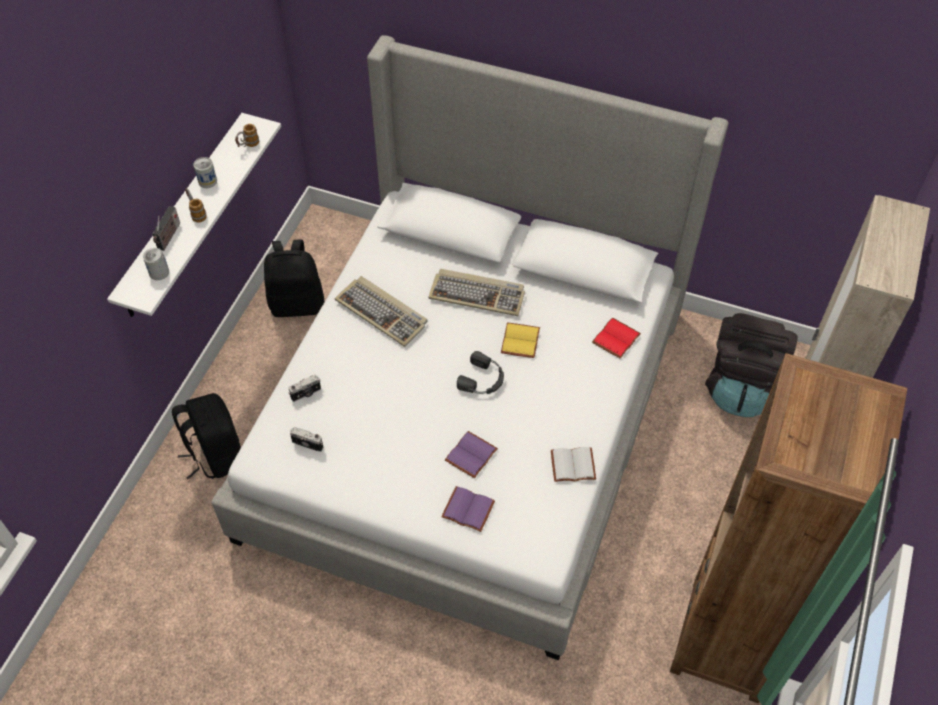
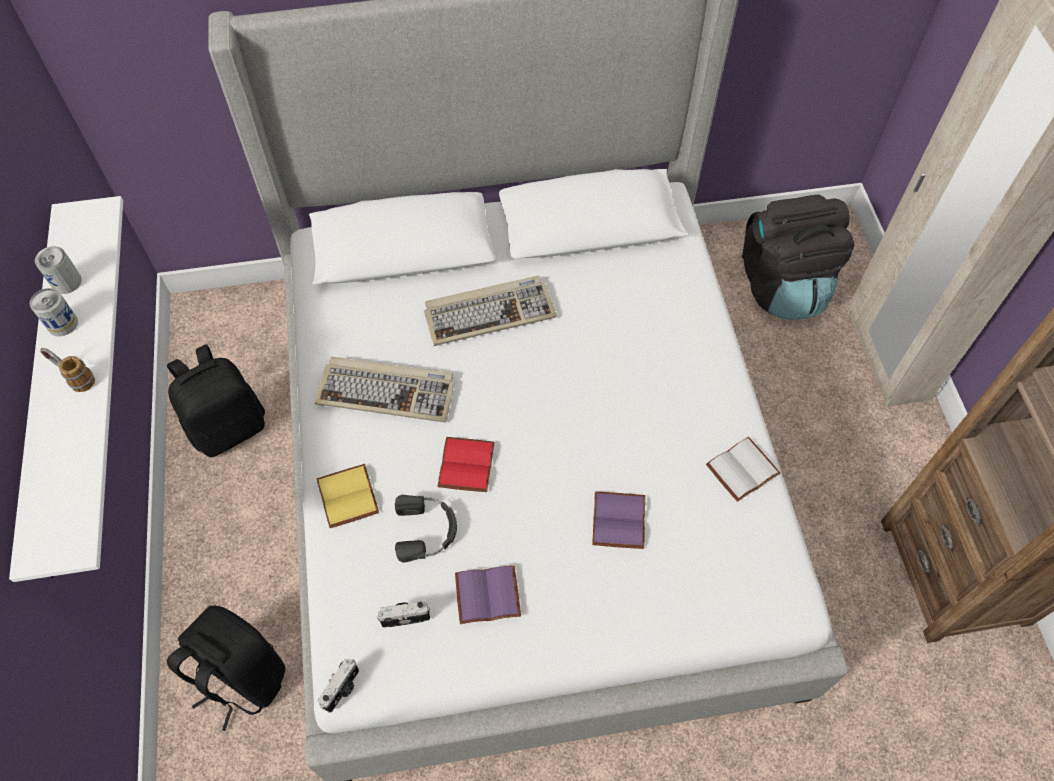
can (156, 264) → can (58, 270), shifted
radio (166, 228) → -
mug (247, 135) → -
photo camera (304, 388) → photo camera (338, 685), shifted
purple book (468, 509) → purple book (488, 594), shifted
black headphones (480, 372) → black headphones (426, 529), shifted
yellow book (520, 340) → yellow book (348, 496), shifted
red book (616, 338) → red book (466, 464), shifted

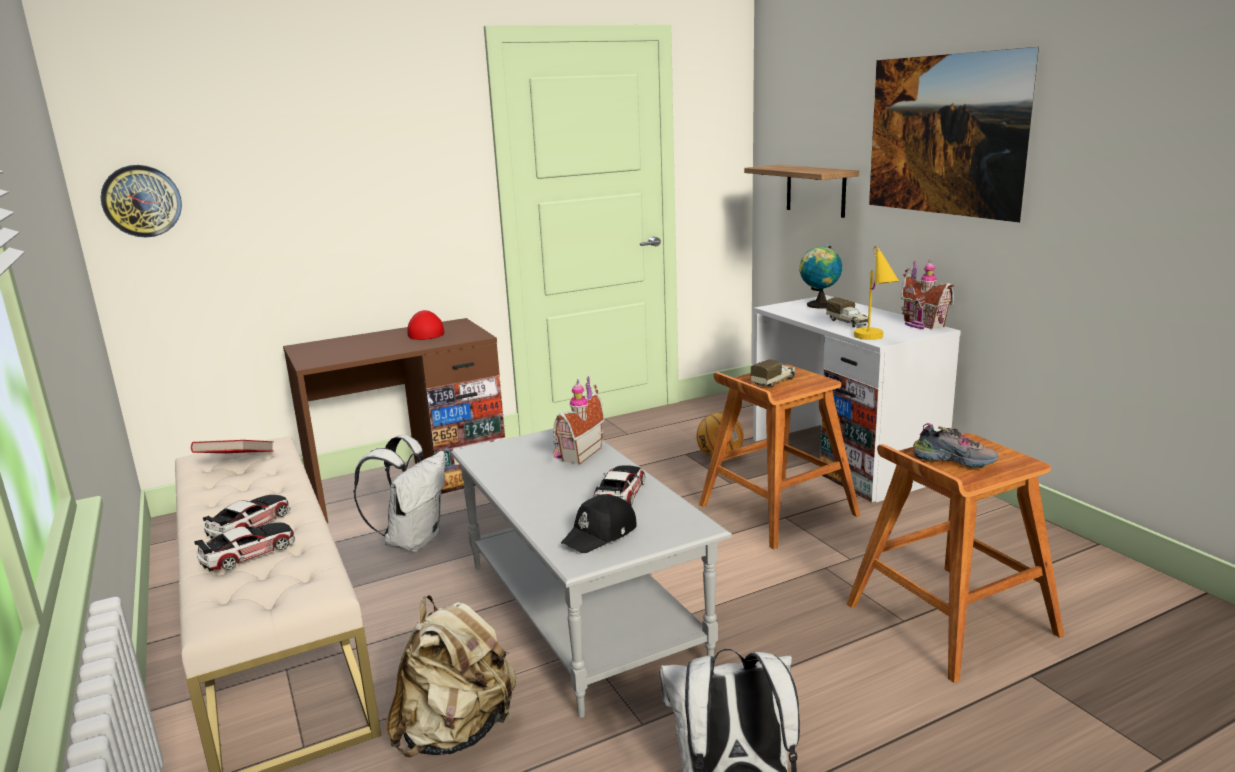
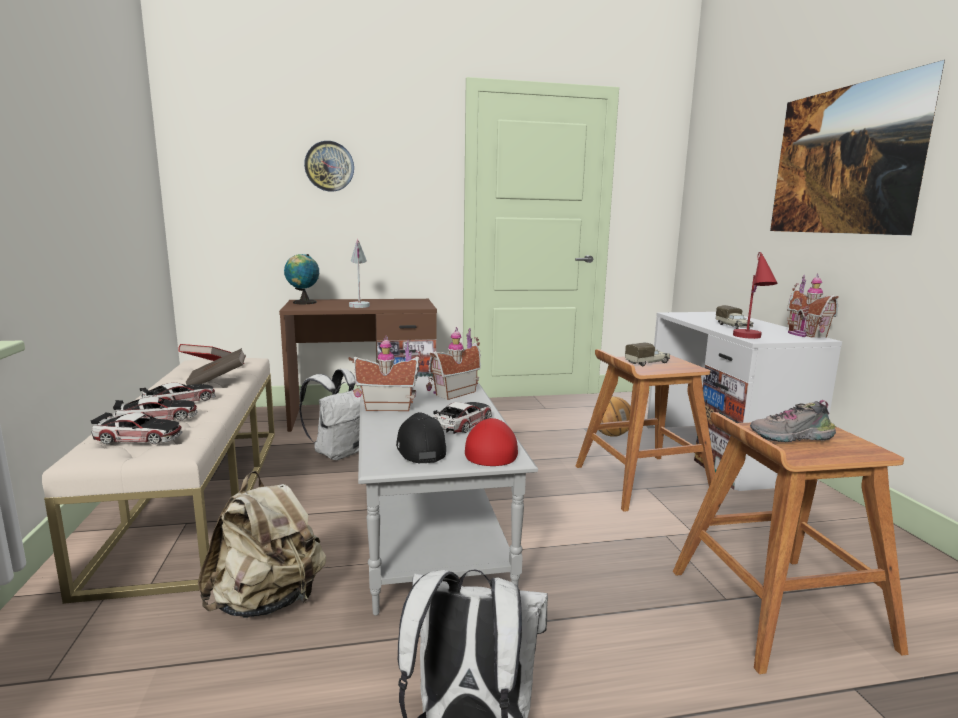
wall clock (141, 201) → wall clock (329, 166), shifted
red cap (425, 325) → red cap (491, 442), shifted
black cap (598, 523) → black cap (421, 437), 105 degrees clockwise
shelf (801, 191) → -
globe (821, 277) → globe (301, 279), shifted
yellow table lamp (876, 293) → red table lamp (755, 295)
shoe (955, 445) → shoe (793, 421), 135 degrees clockwise
- → toy car (136, 428)
- → brown book (216, 366)
- → white table lamp (359, 273)
- → toy house (386, 373)

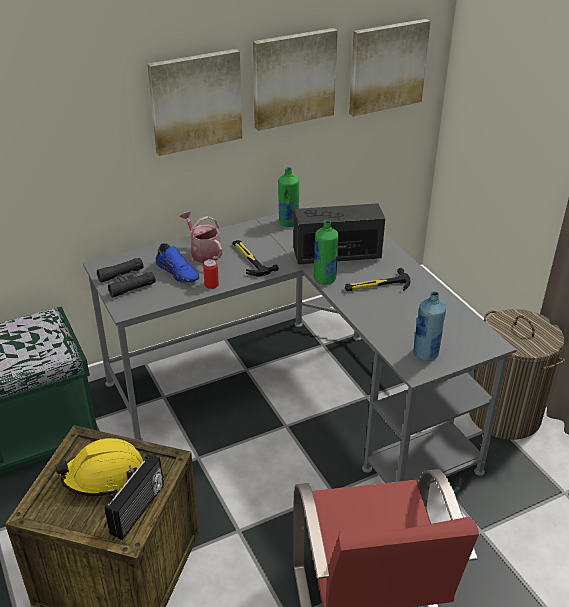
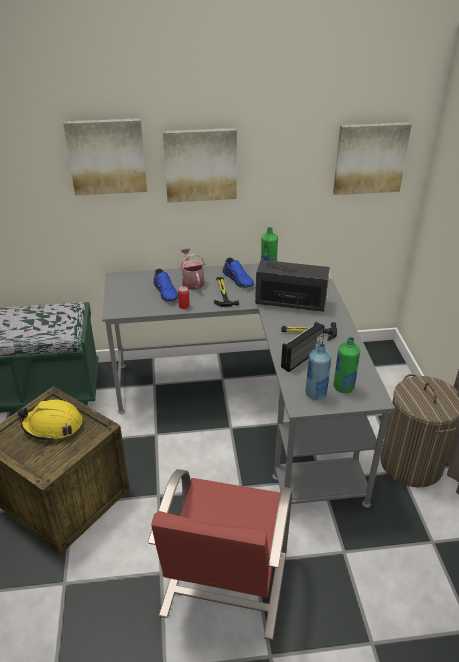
black binoculars (126, 278) → -
radio (134, 497) → radio (303, 347), shifted
picture (295, 79) → picture (105, 157), shifted
green bottle (326, 252) → green bottle (346, 365), shifted
- → blue shoe (238, 272)

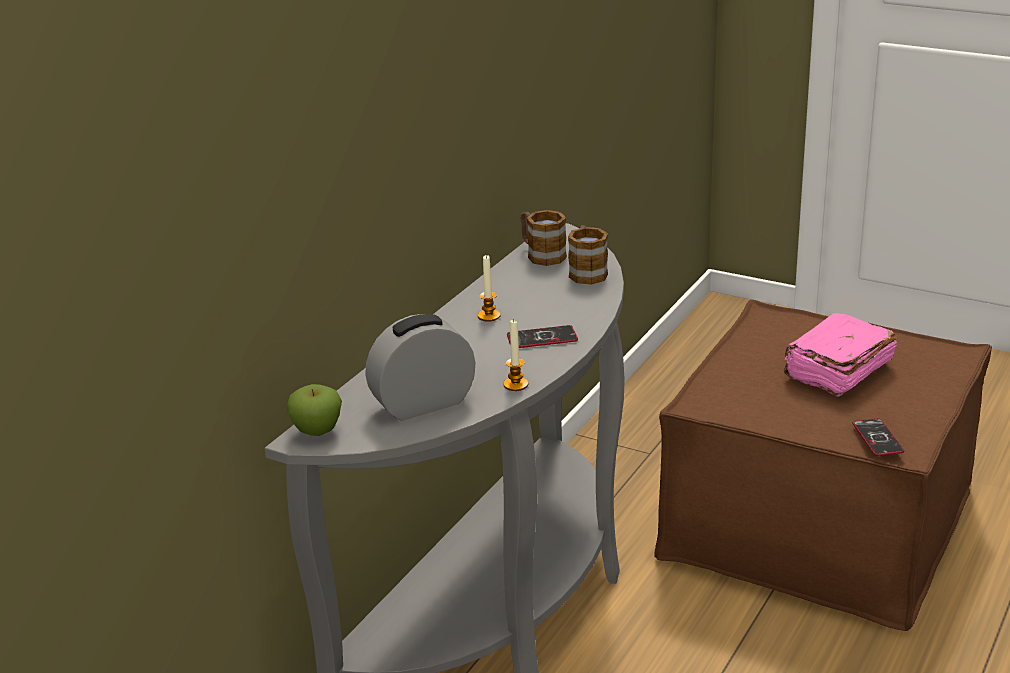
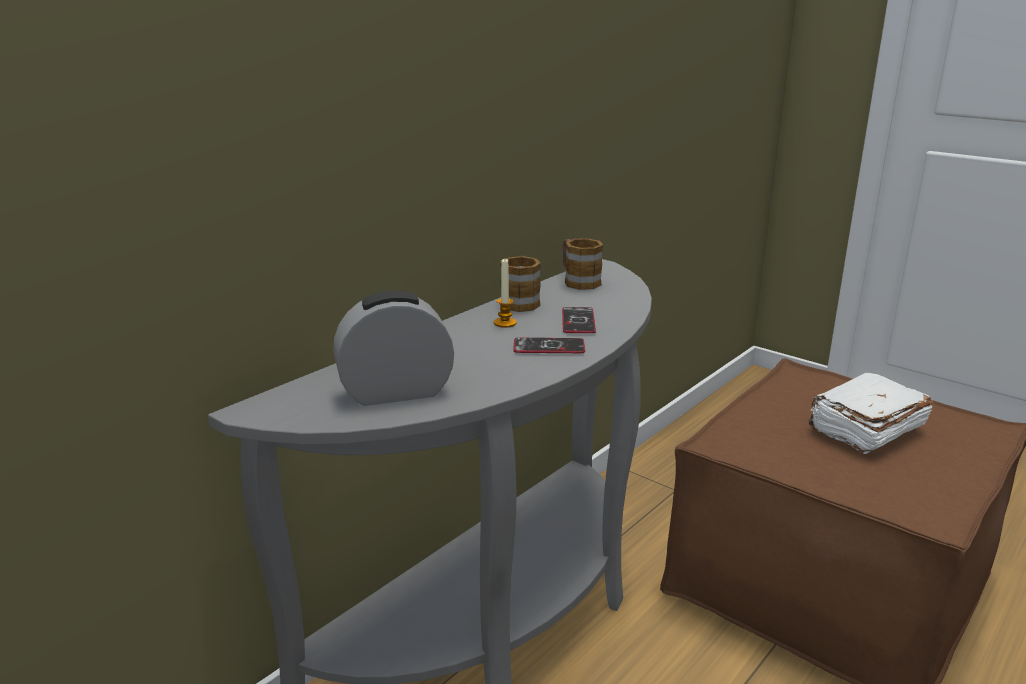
apple (314, 410) → -
candle (515, 355) → -
mug (588, 254) → mug (520, 284), shifted
pink book (840, 355) → white book (870, 413)
phone (878, 437) → phone (579, 320), shifted

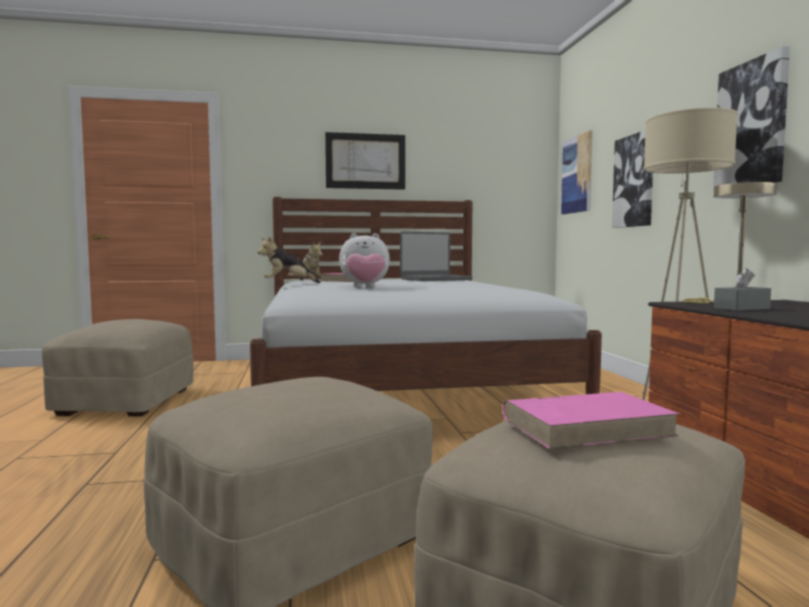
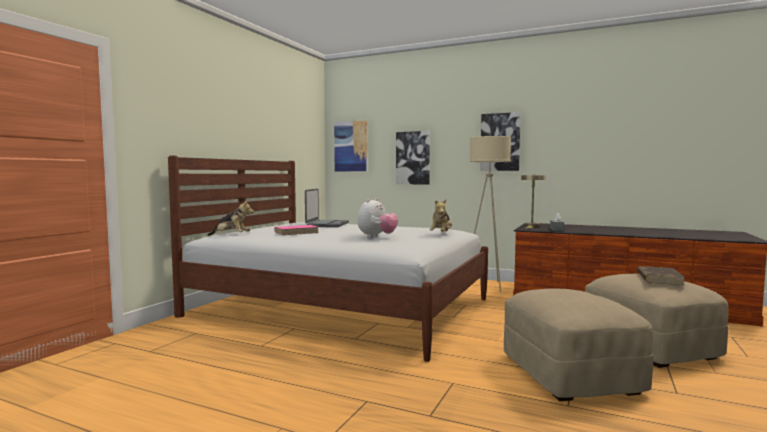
beige ottoman (118, 367) → -
plush toy (289, 259) → plush toy (441, 216), shifted
picture (365, 161) → -
pink book (591, 420) → brown book (661, 275)

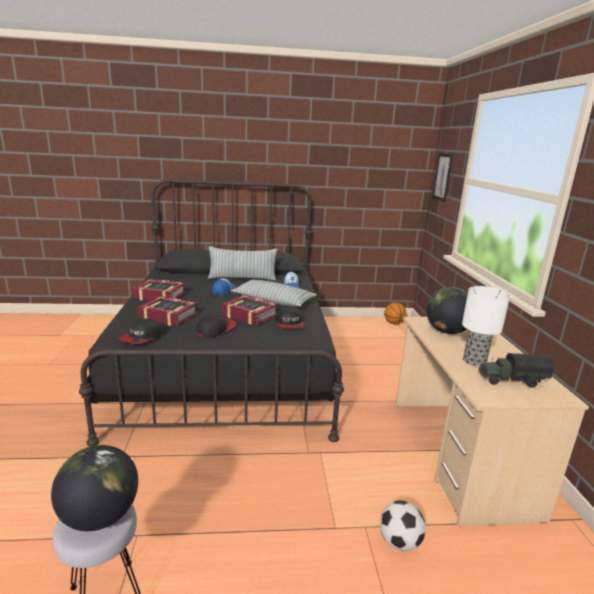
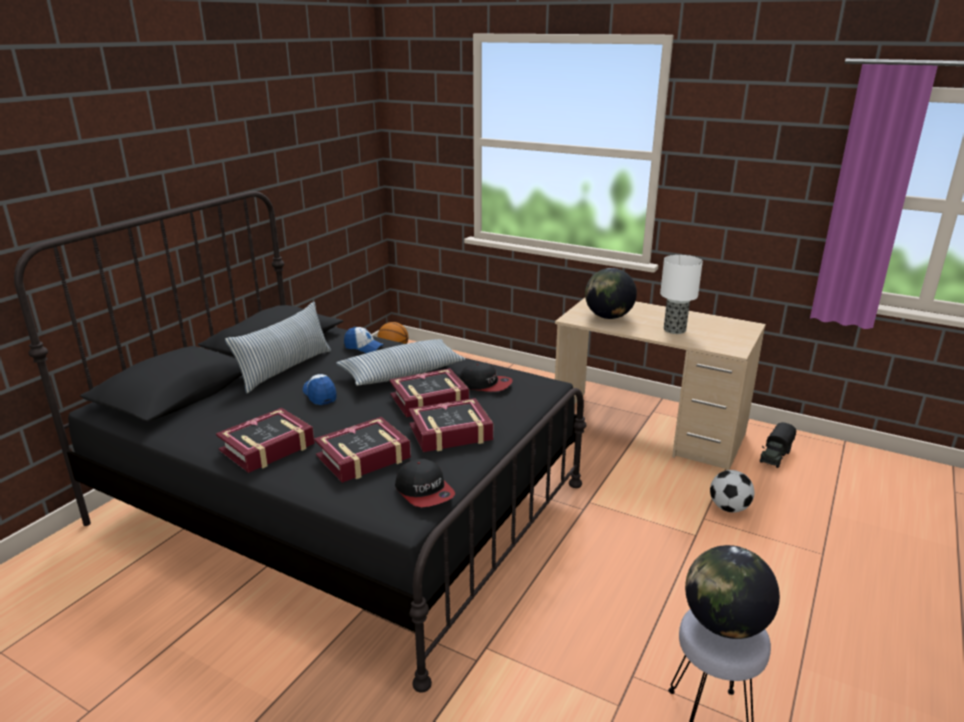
cap (216, 325) → book (451, 425)
picture (442, 177) → -
toy truck (516, 370) → toy truck (778, 445), shifted

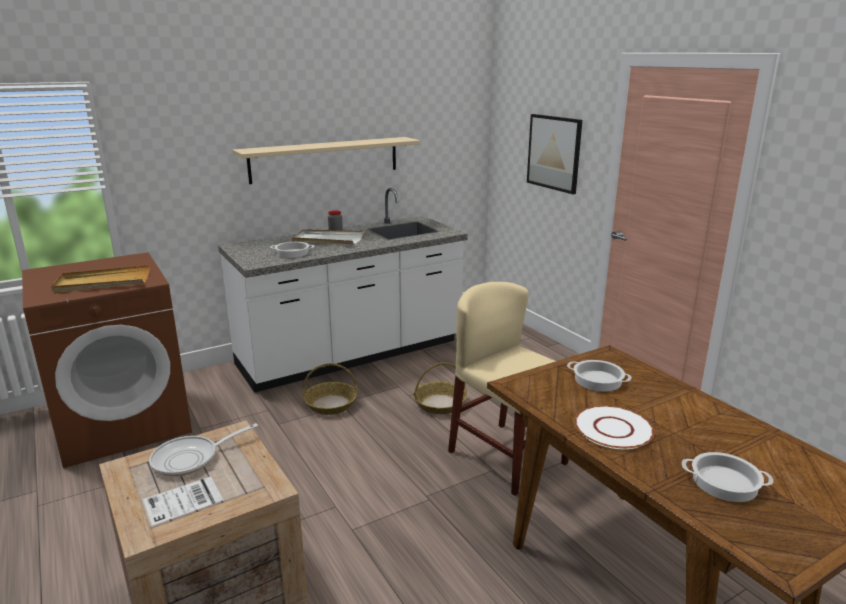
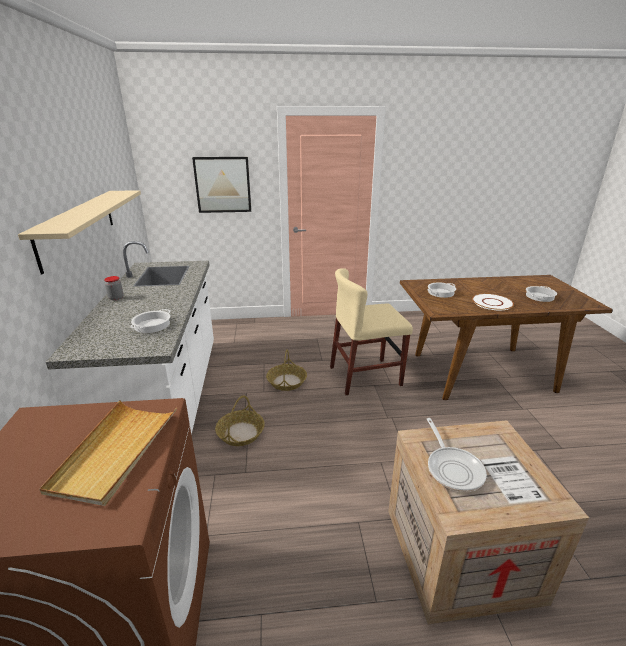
white tray (328, 236) → -

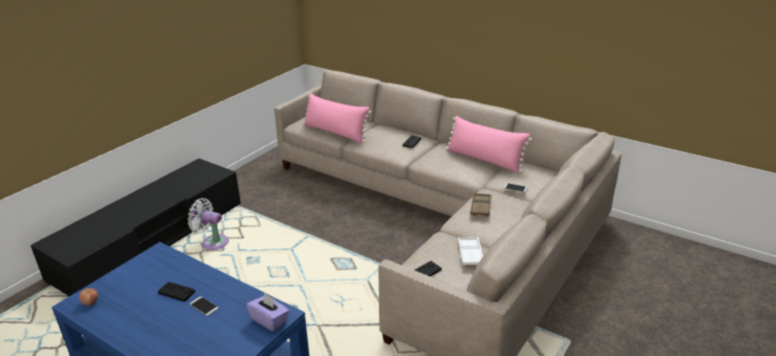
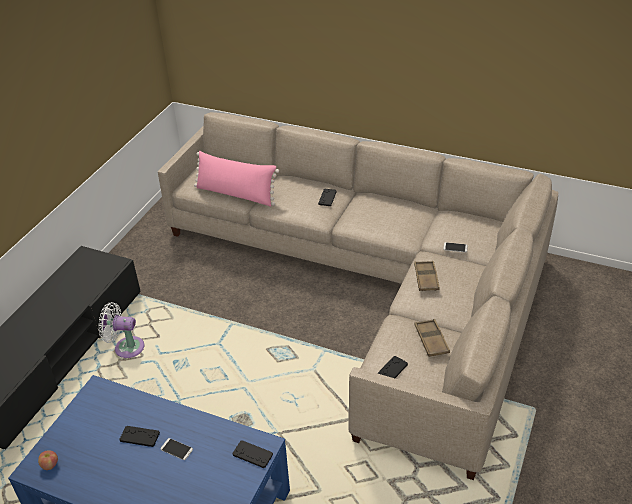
purple tissue box (267, 311) → black game controller (252, 454)
pink pillow (489, 144) → -
white tray (470, 251) → brown tray (432, 338)

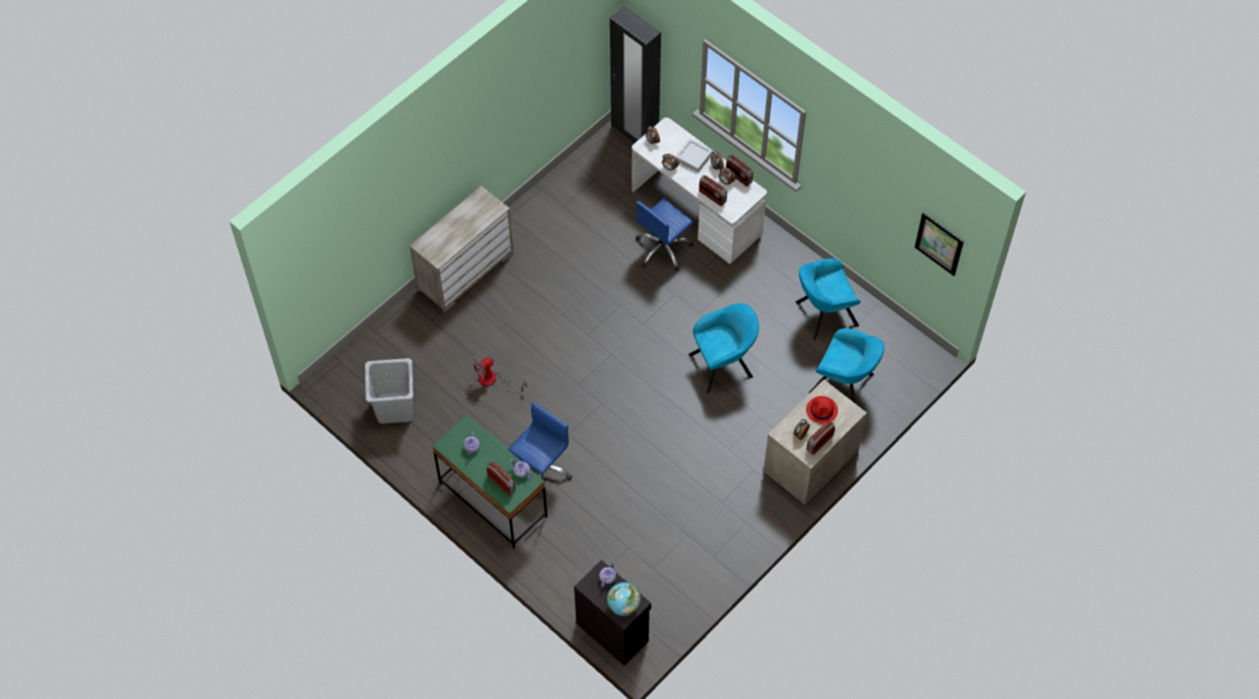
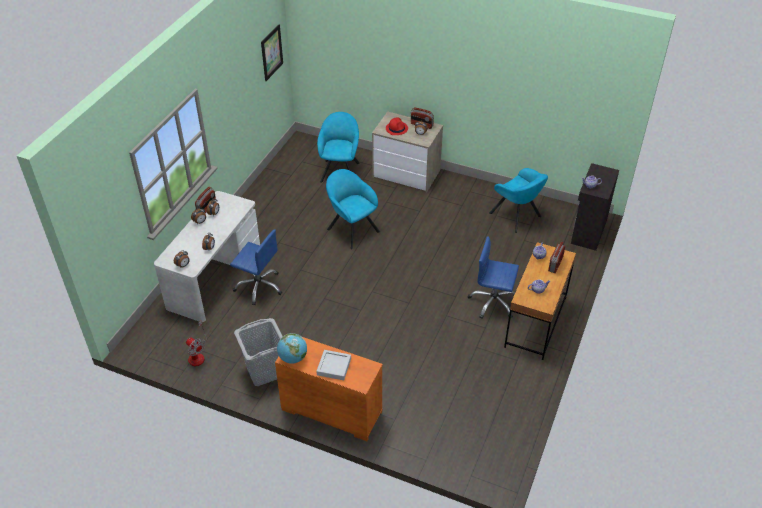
grey laundry basket (389, 391) → grey laundry basket (258, 352), shifted
beige dresser (461, 249) → orange dresser (329, 389)
green desk (489, 481) → brown desk (540, 301)
fan (499, 375) → fan (196, 343), shifted
globe (624, 599) → globe (292, 348), shifted
black wardrobe (635, 74) → -
grey tray (694, 155) → grey tray (333, 365), shifted
radio (713, 190) → -
turquoise armchair (828, 299) → turquoise armchair (518, 200), shifted

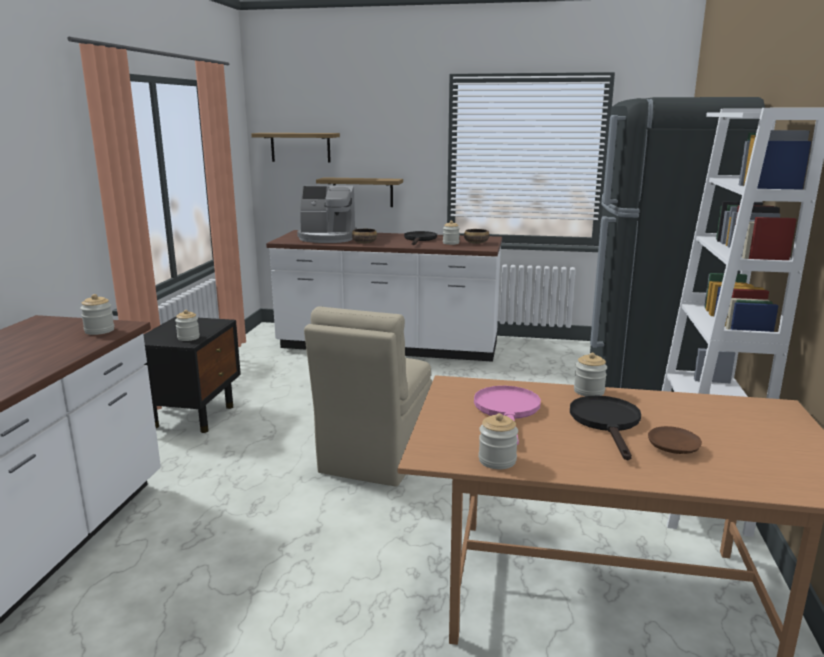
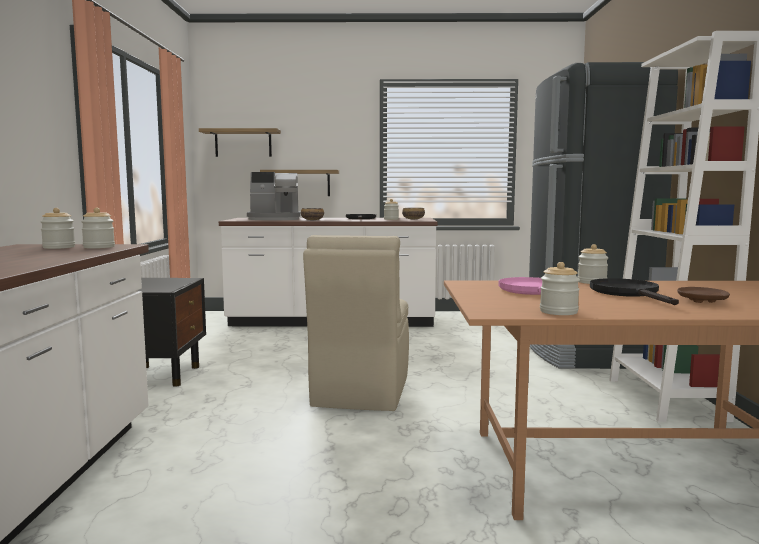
jar (187, 325) → jar (57, 228), shifted

